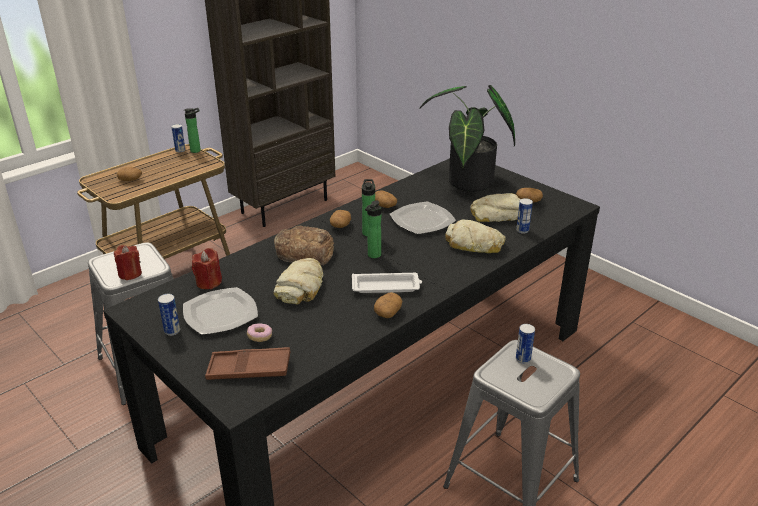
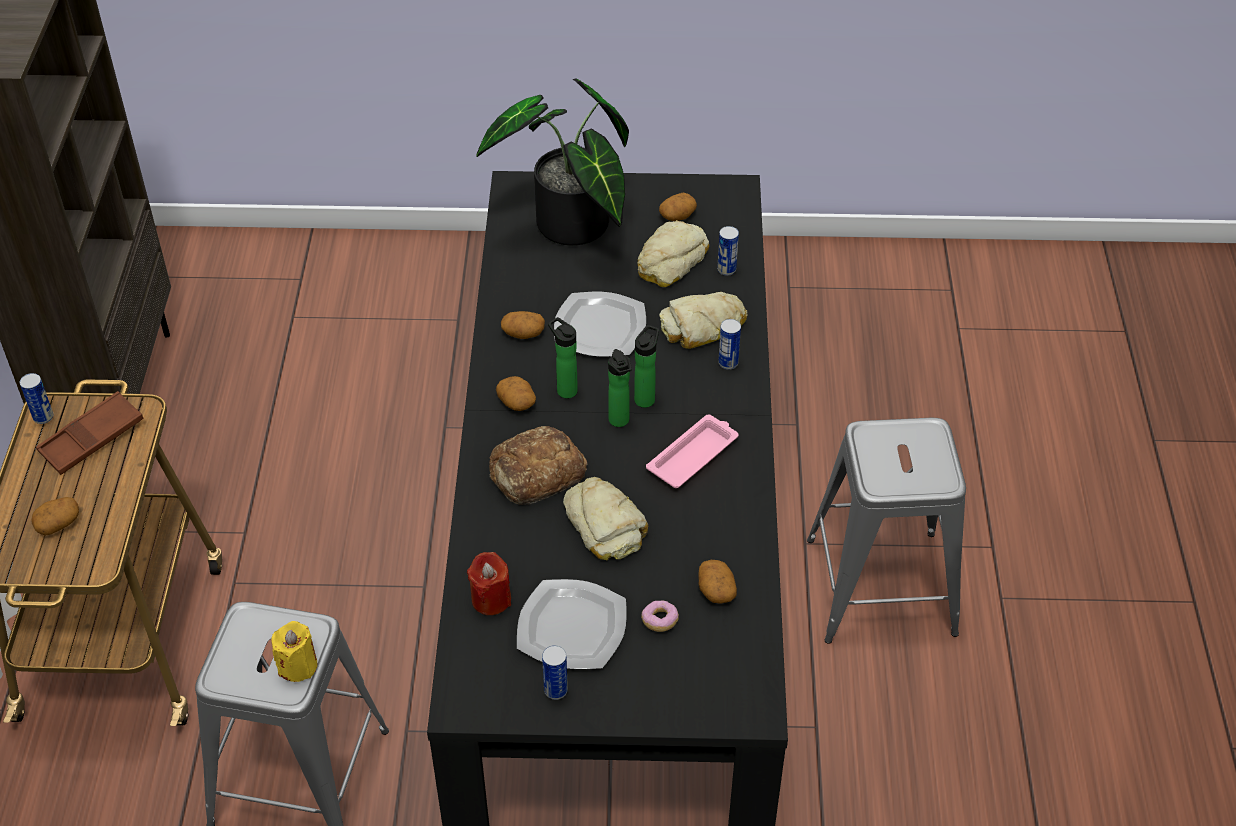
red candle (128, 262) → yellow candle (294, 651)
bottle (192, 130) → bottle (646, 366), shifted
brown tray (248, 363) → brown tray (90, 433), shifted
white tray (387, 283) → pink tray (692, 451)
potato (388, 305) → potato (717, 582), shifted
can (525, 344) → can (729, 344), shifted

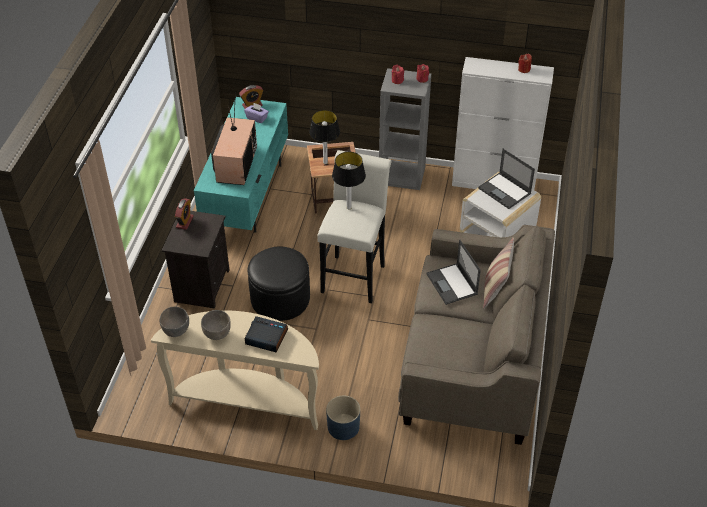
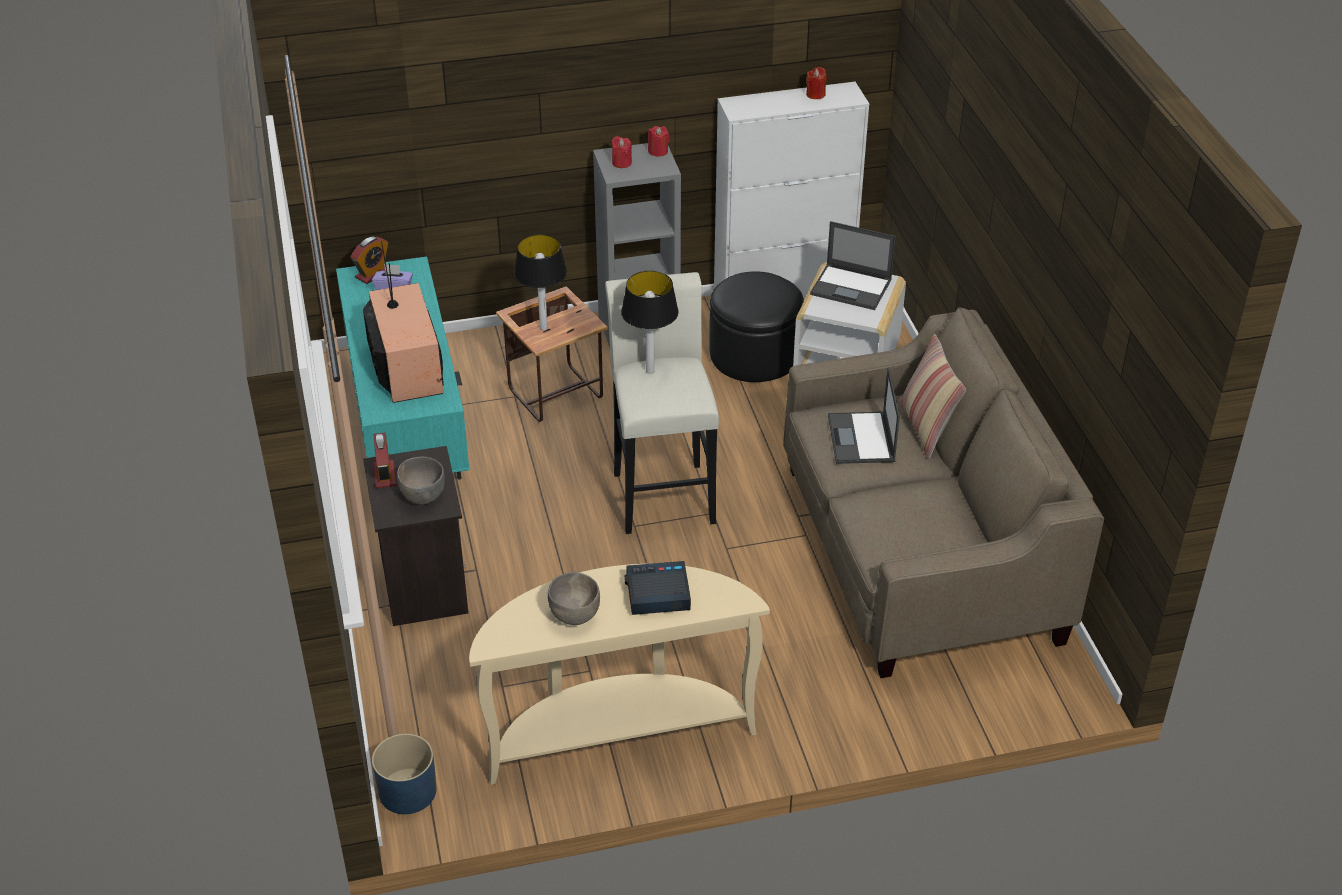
grey bowl (174, 322) → grey bowl (421, 481), shifted
black ottoman (279, 284) → black ottoman (756, 326), shifted
blue planter (343, 418) → blue planter (404, 773), shifted
laptop (453, 272) → laptop (864, 416), 45 degrees clockwise

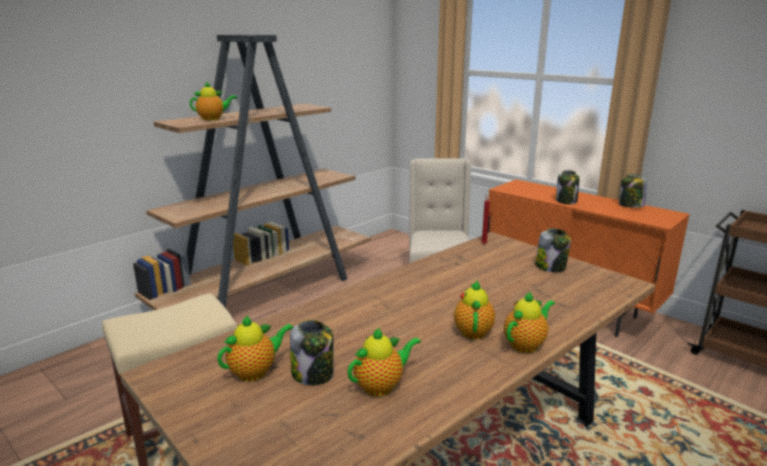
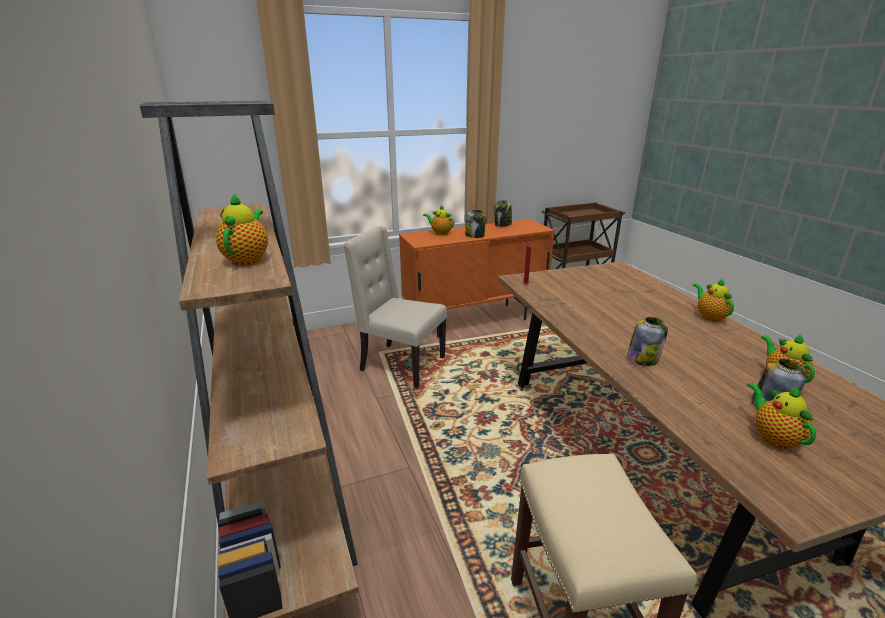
teapot (474, 309) → teapot (438, 220), shifted
jar (553, 250) → jar (647, 341), shifted

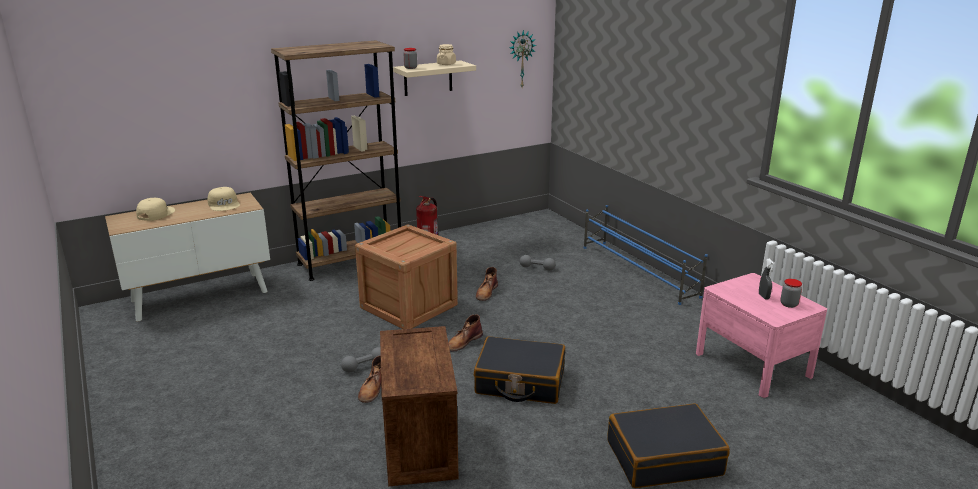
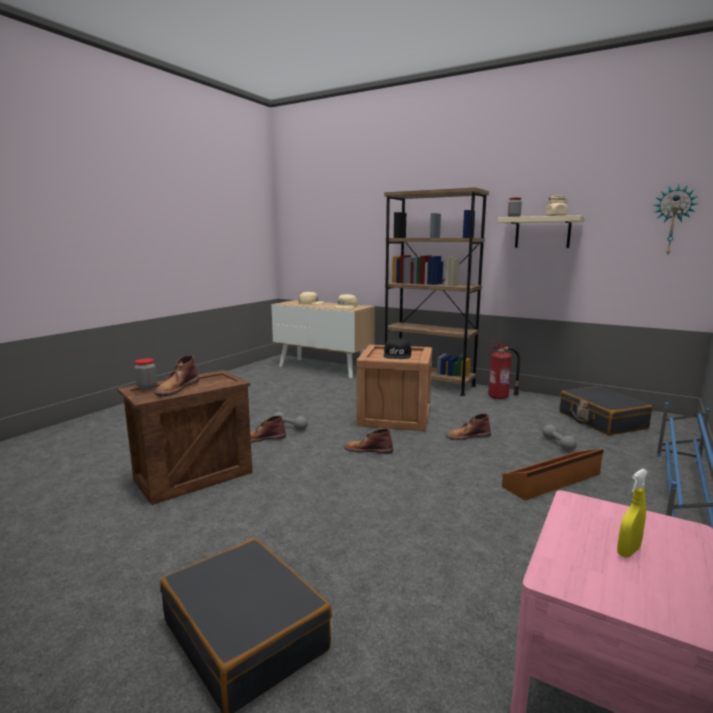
black suitcase (519, 370) → black suitcase (606, 410), shifted
grey spray bottle (766, 279) → yellow spray bottle (632, 513)
jar (791, 293) → jar (146, 373), shifted
- → brown boot (176, 375)
- → black cap (397, 348)
- → brown storage box (553, 474)

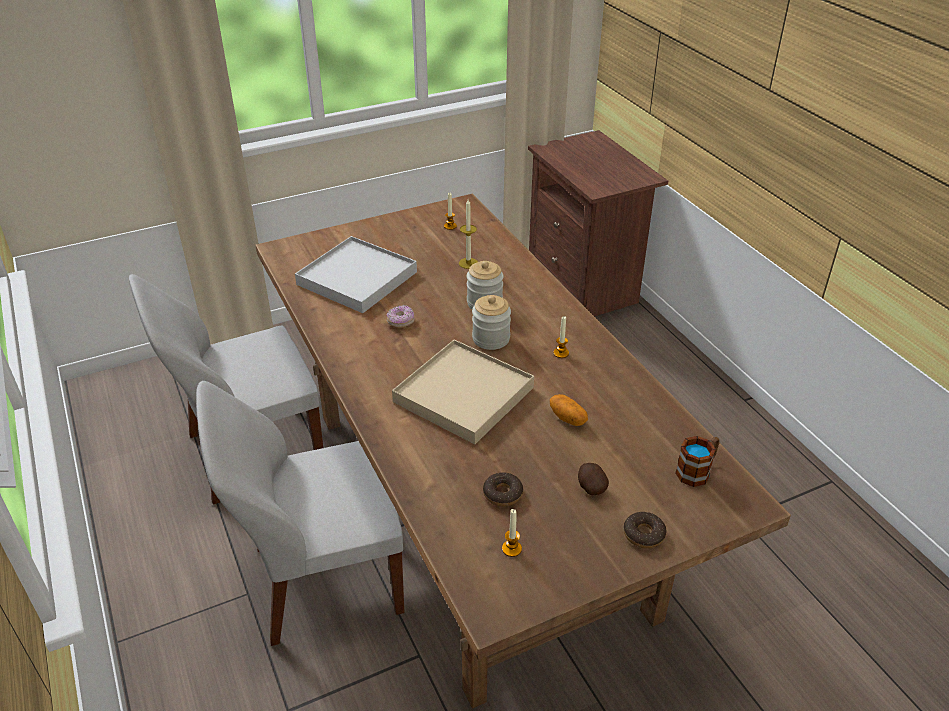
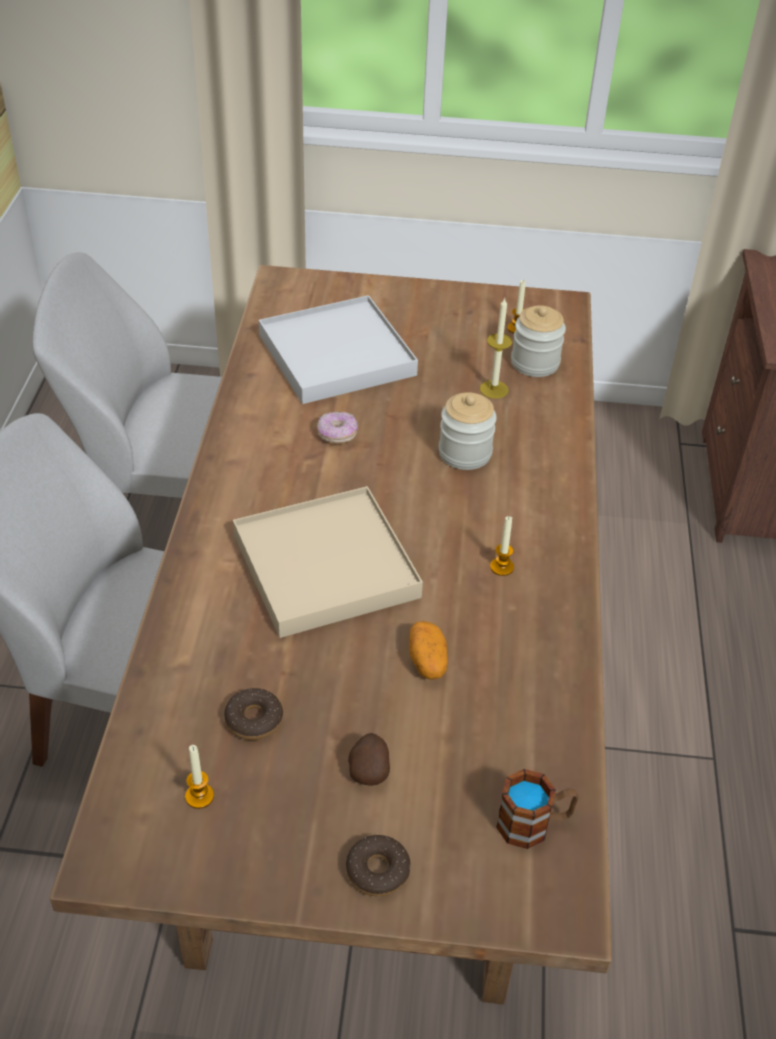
jar (491, 322) → jar (538, 341), shifted

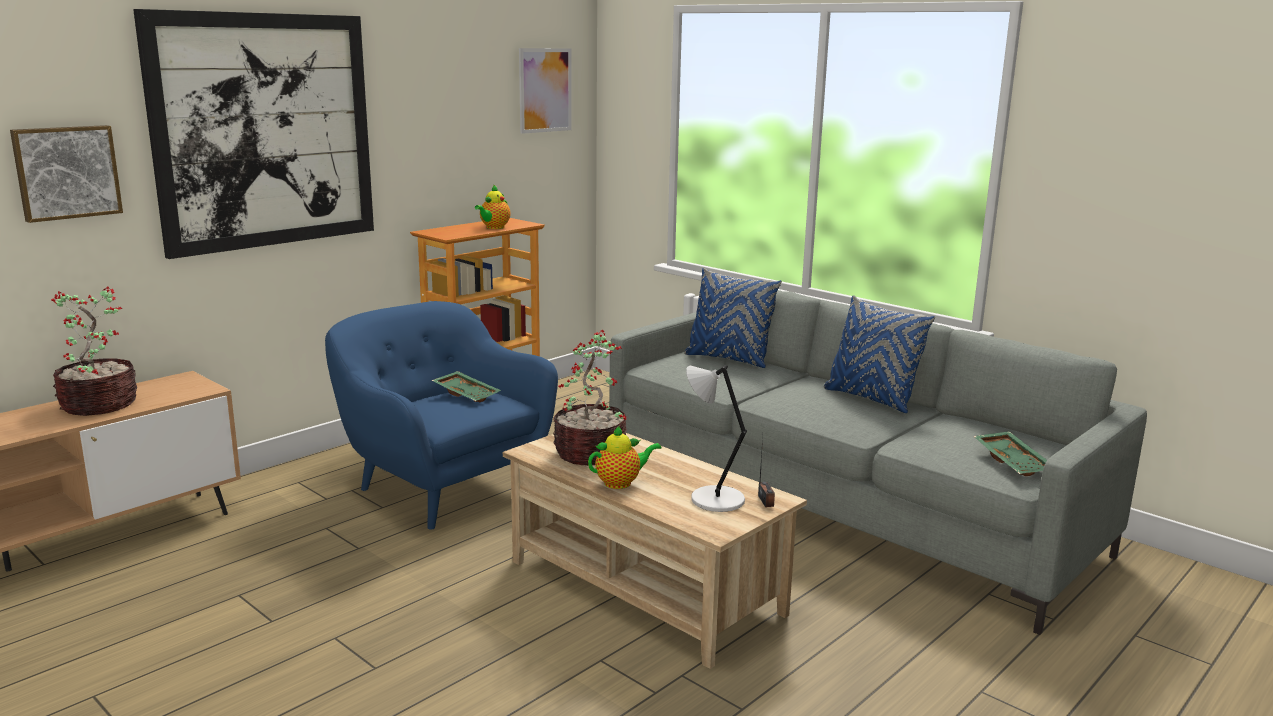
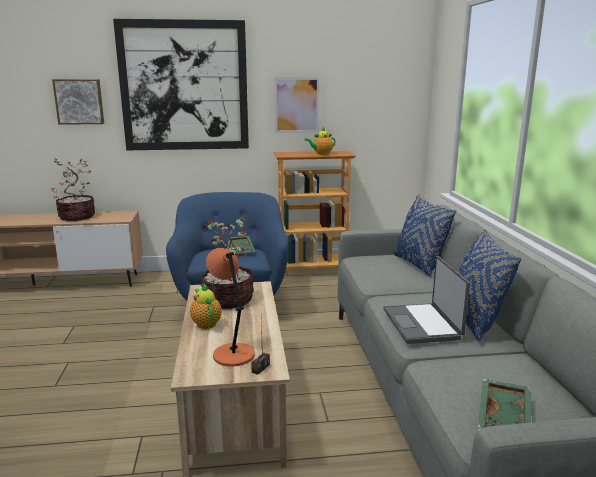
picture (545, 91) → picture (297, 105), shifted
teapot (625, 457) → teapot (206, 306), 135 degrees counterclockwise
grey table lamp (716, 438) → orange table lamp (230, 307)
- → laptop (427, 300)

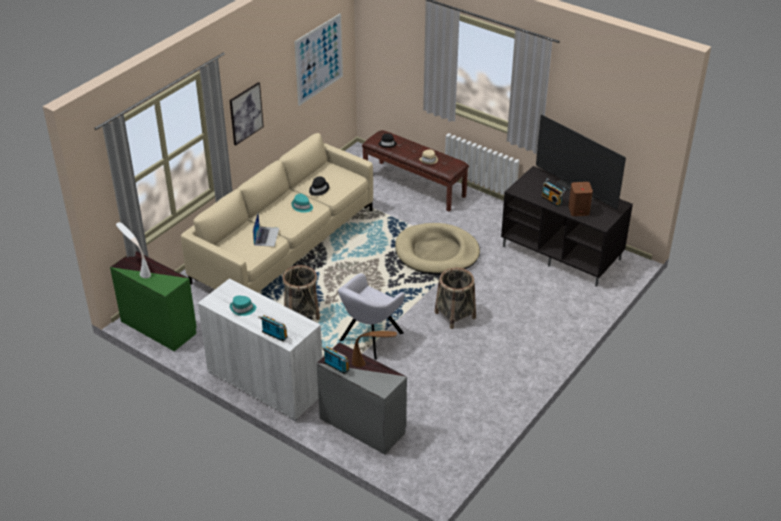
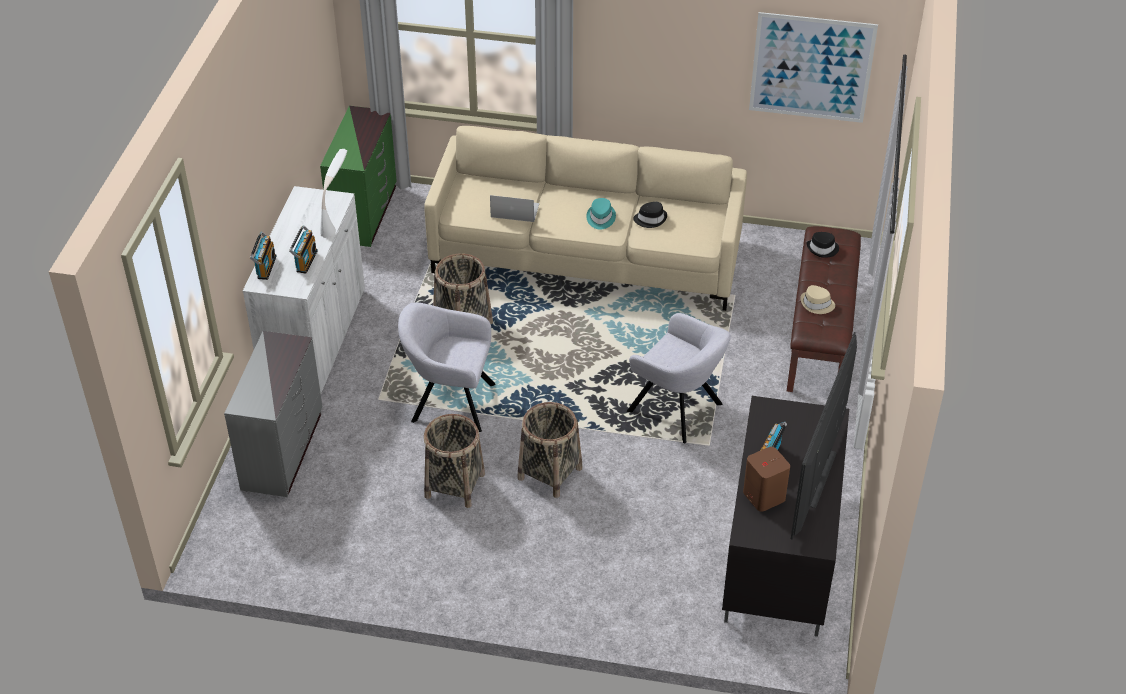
white table lamp (133, 250) → white table lamp (333, 193), shifted
picture (247, 113) → -
turquoise hat (243, 306) → -
laptop (266, 230) → laptop (514, 208), 150 degrees counterclockwise
radio (335, 360) → radio (303, 249), shifted
brown table lamp (374, 349) → -
beige dog bed (437, 249) → grey armchair (679, 378)
- → basket (454, 461)

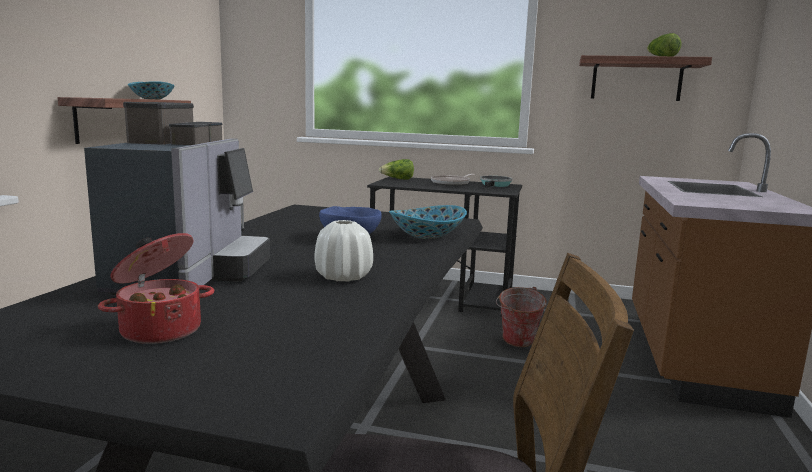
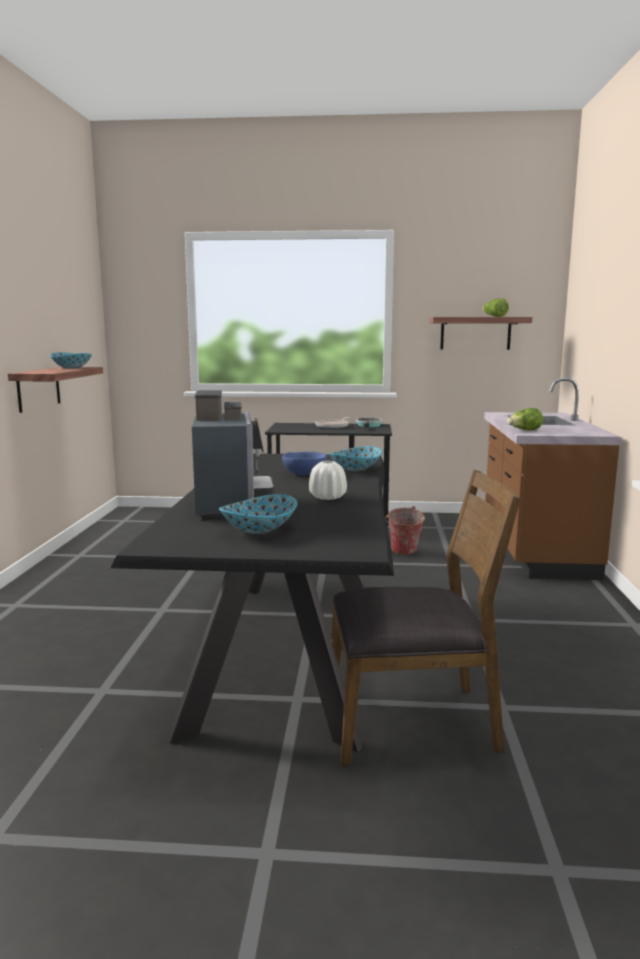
cooking pot (156, 288) → bowl (258, 514)
lettuce (396, 169) → lettuce (525, 419), shifted

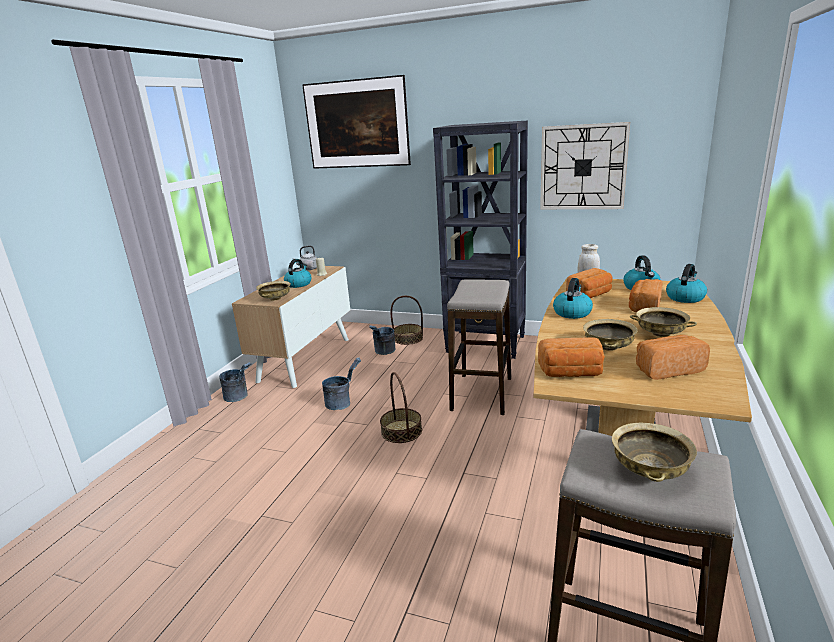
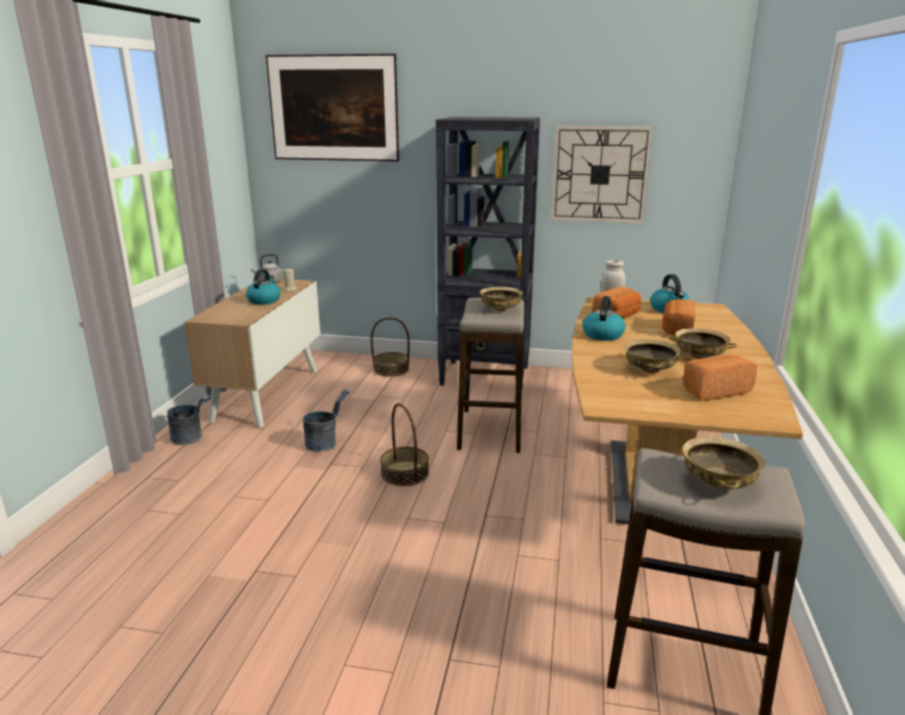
beige bowl (273, 291) → beige bowl (501, 299), shifted
grey bucket (382, 340) → -
bread (571, 357) → -
kettle (686, 283) → -

